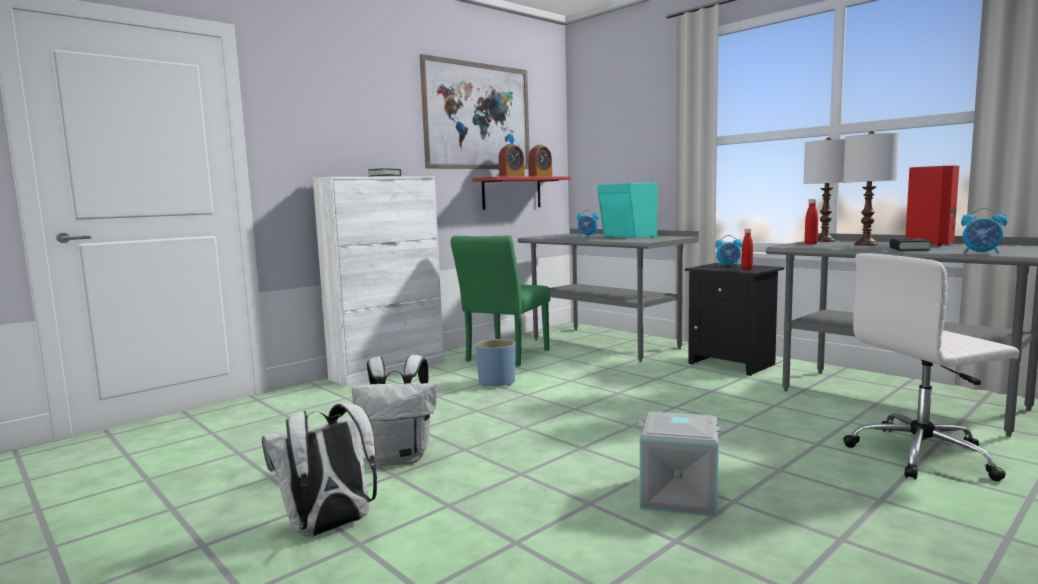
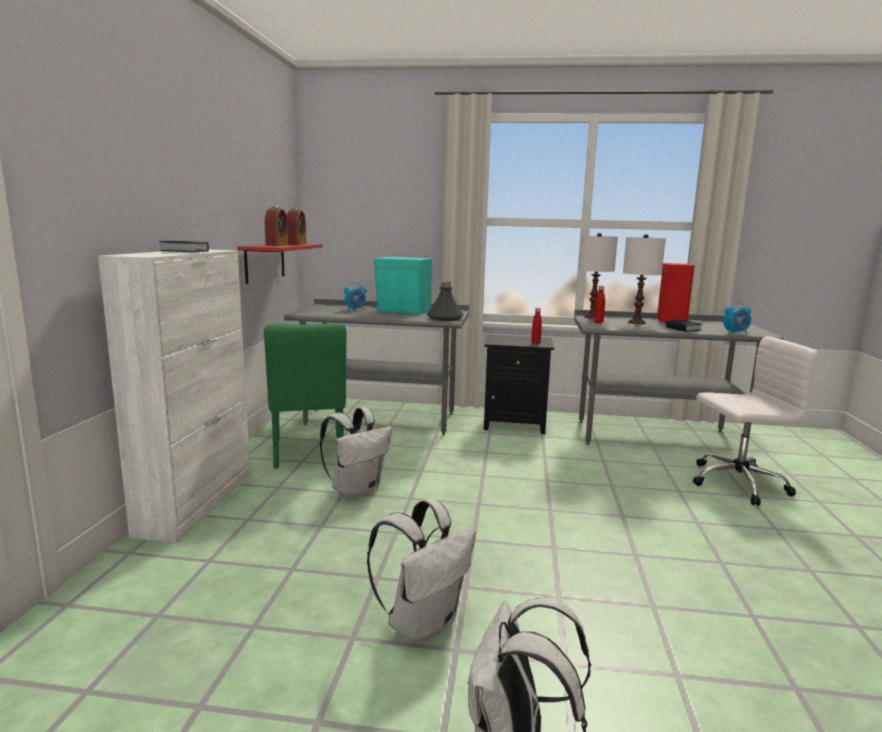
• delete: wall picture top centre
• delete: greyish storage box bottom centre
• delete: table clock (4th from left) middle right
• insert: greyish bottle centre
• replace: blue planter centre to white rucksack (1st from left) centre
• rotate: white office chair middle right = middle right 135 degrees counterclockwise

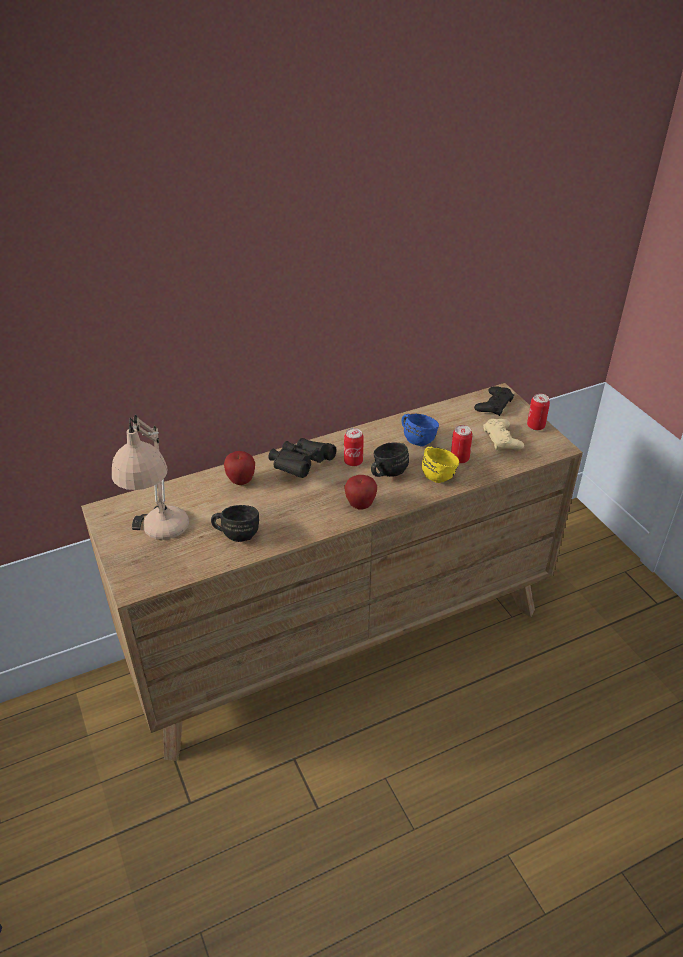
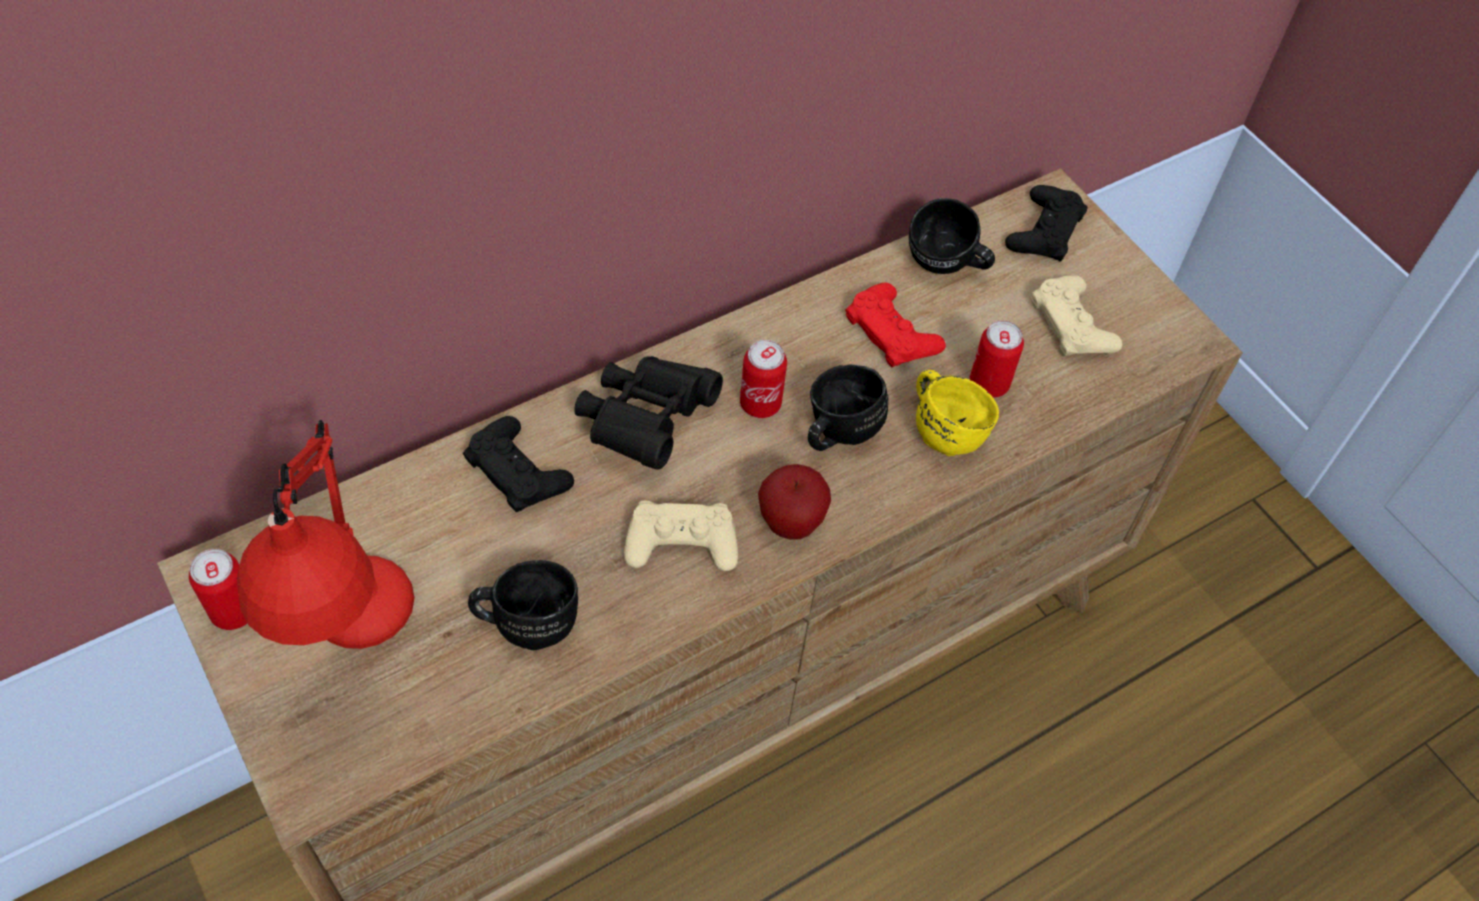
• insert: beige-coloured game controller (1st from left) centre
• insert: black-coloured coffee mug (3rd from left) top centre
• move: can (3rd from left in the first image) middle right to can (1st from left) middle left
• replace: whole apple (1st from left) centre to black-coloured game controller (1st from left) centre
• replace: blue coffee mug centre to reddish game controller centre
• recolor: beige-coloured tabletop lamp middle left to reddish tabletop lamp middle left

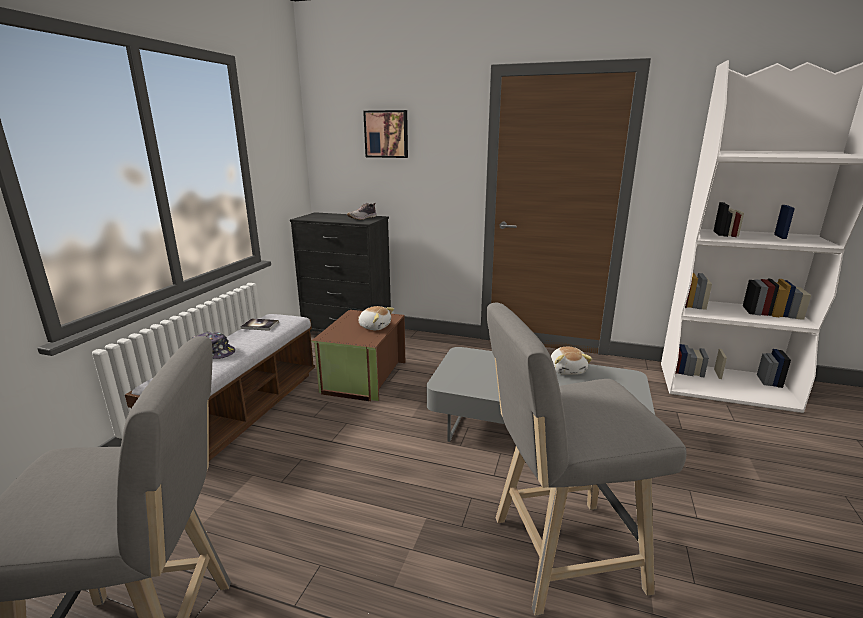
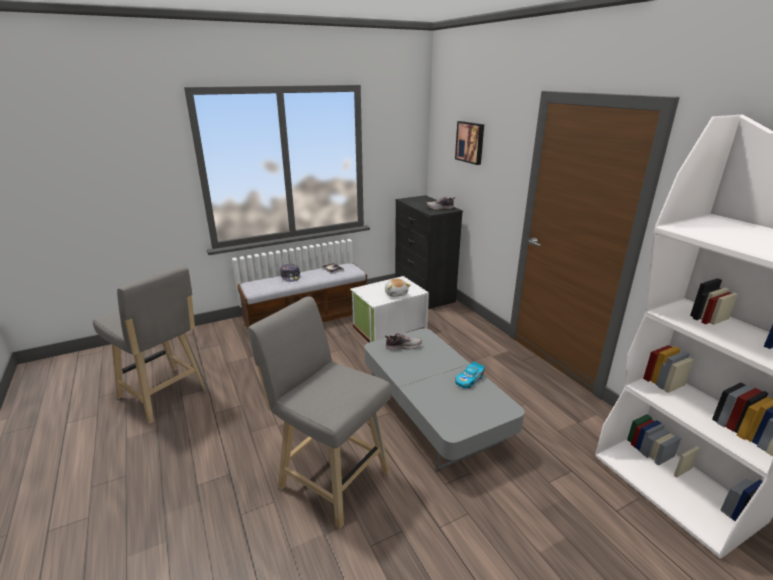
• insert: item of footwear (1st from left) centre
• replace: cuddly toy (2nd from left) centre to miniature car centre
• recolor: brownish storage box centre to white storage box centre

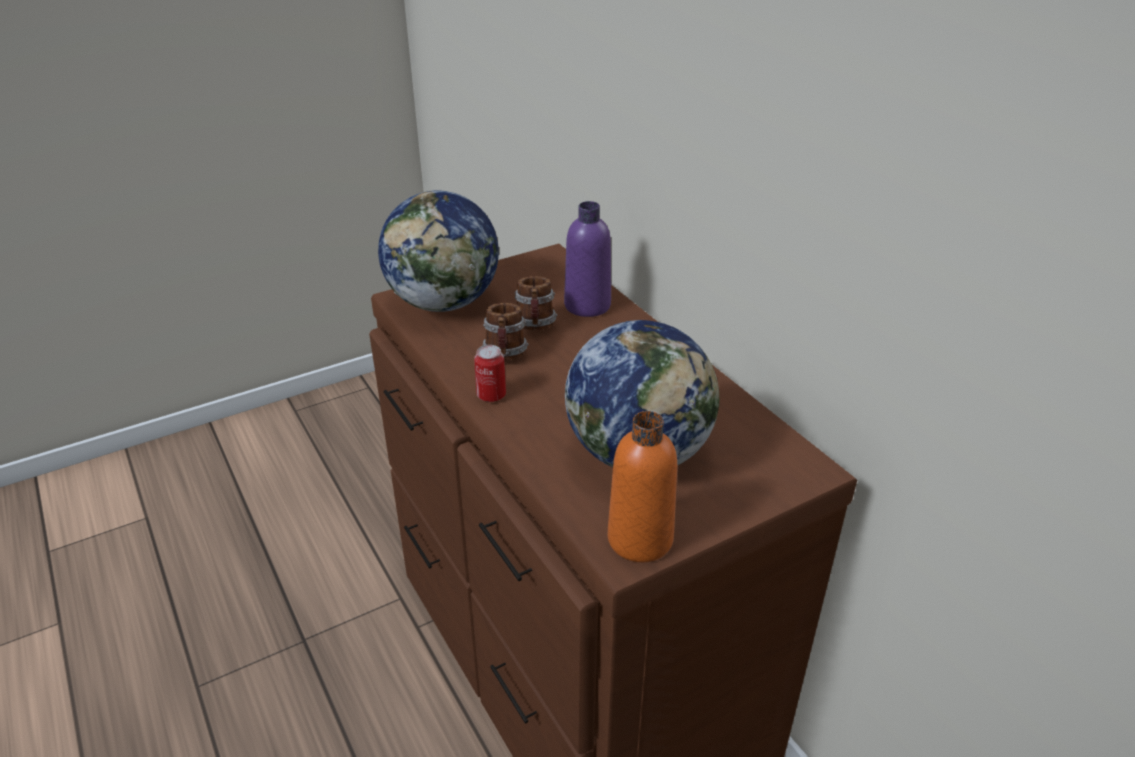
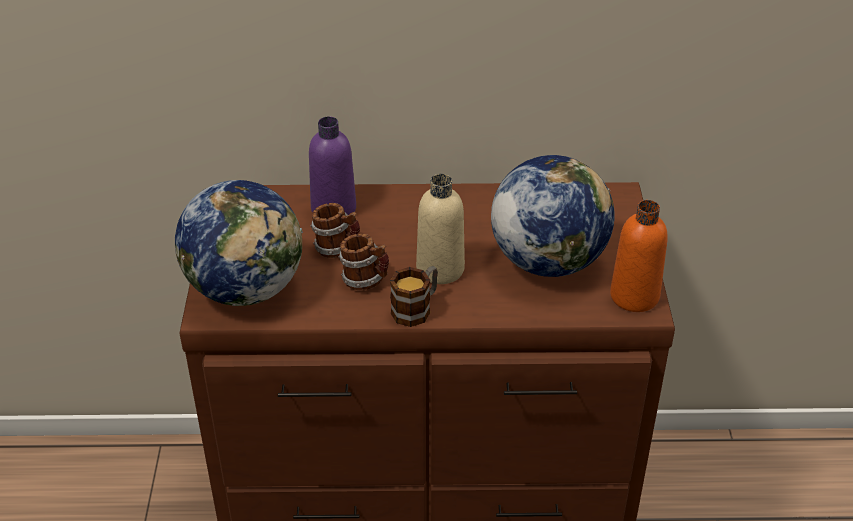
• insert: beige-coloured bottle centre
• replace: can centre to coffee mug (3rd from left) centre

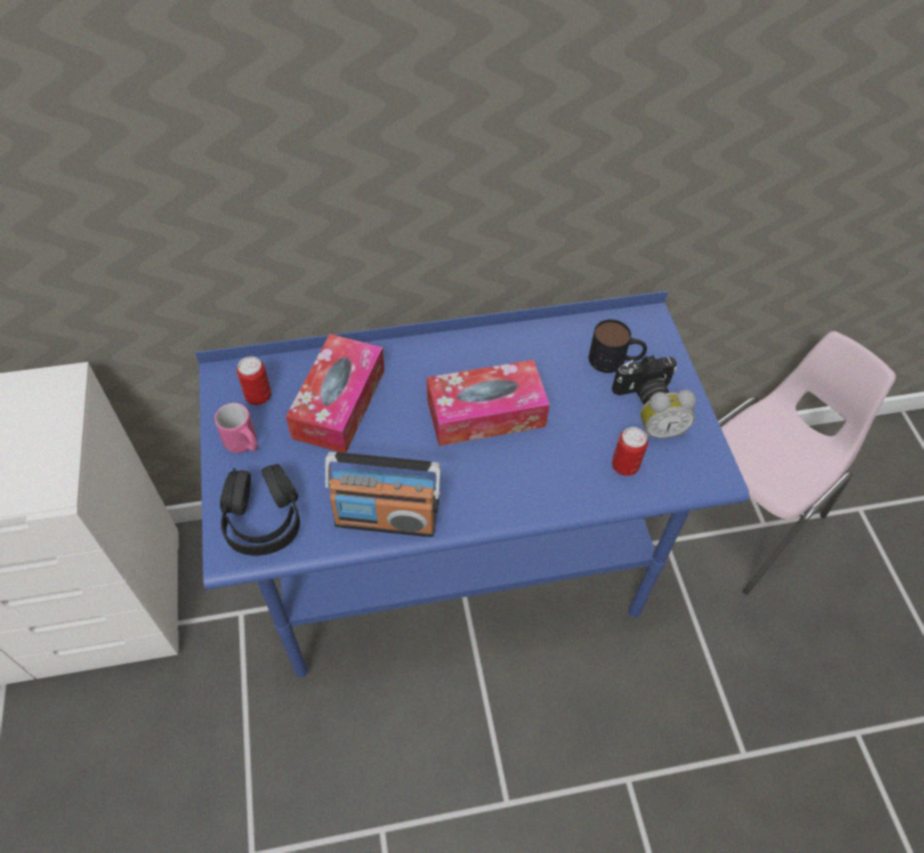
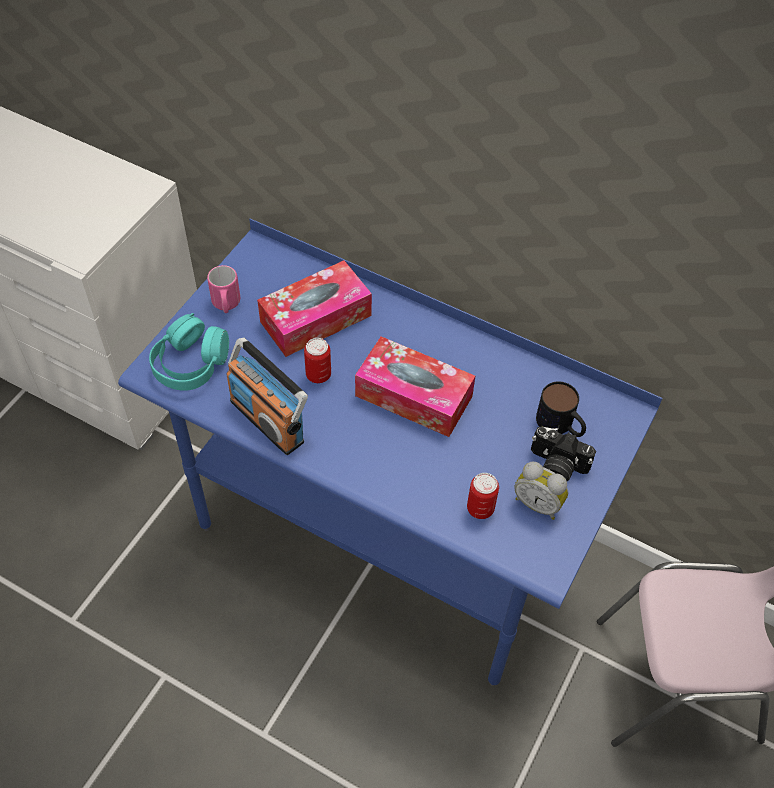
• move: can (1st from left) middle left to centre
• recolor: black-coloured pair of headphones middle left to blue-green pair of headphones middle left

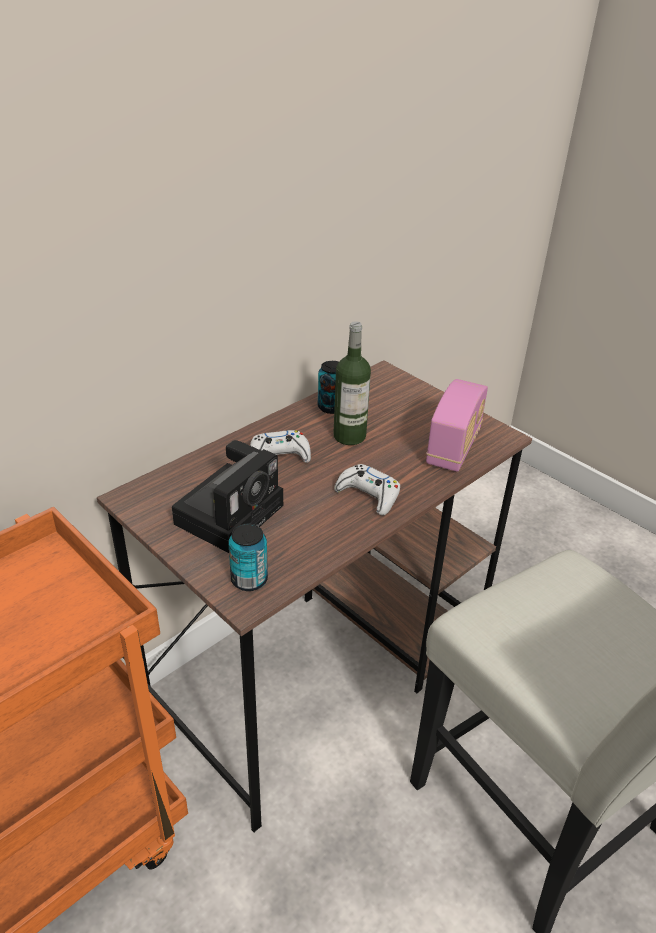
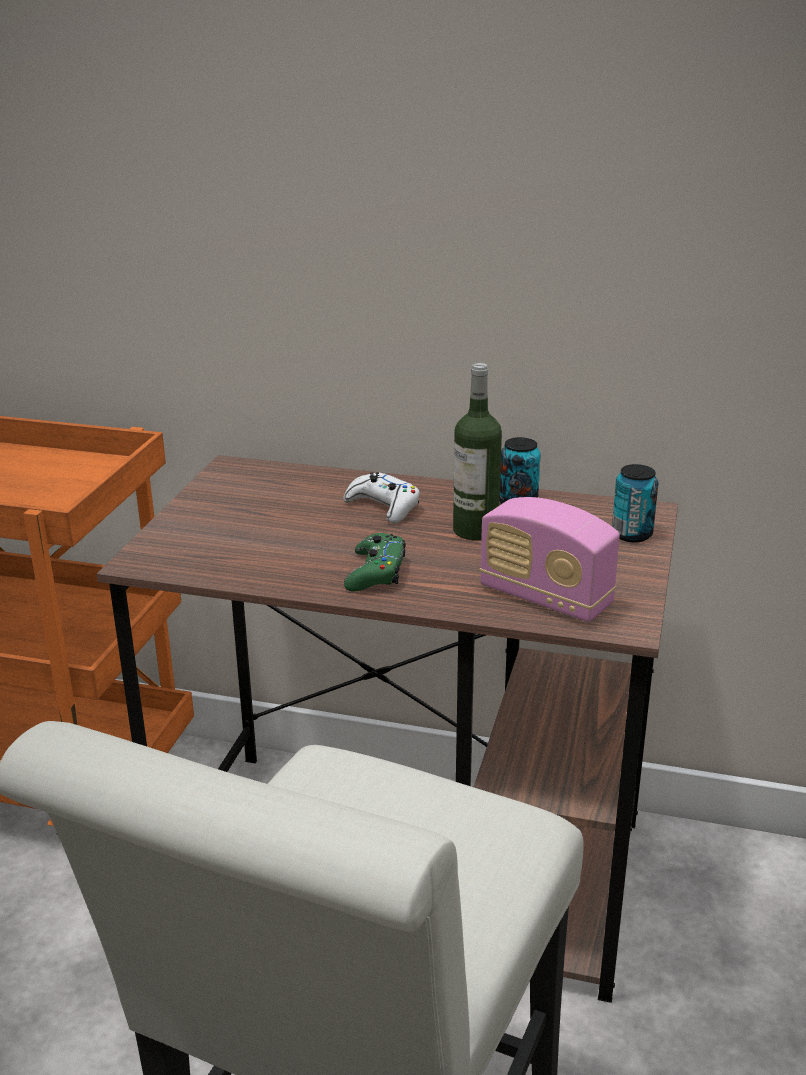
• delete: photo camera centre
• move: can (1st from left in the first image) centre to can (2nd from left) middle right
• recolor: white game controller (2nd from left) centre to green-coloured game controller centre
• rotate: radio middle right = middle right 45 degrees clockwise

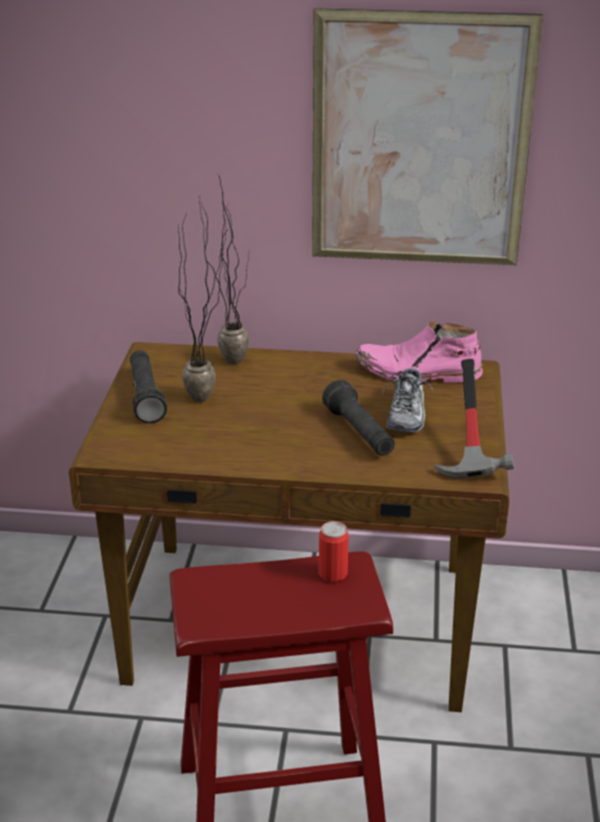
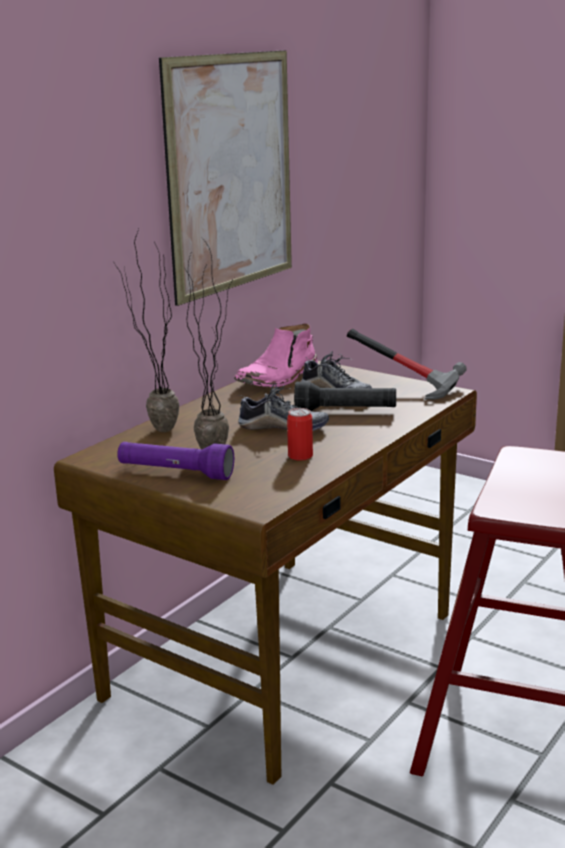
• insert: item of footwear (1st from left) centre
• move: can bottom centre to centre
• recolor: black-coloured flashlight (1st from left) middle left to purple-coloured flashlight middle left

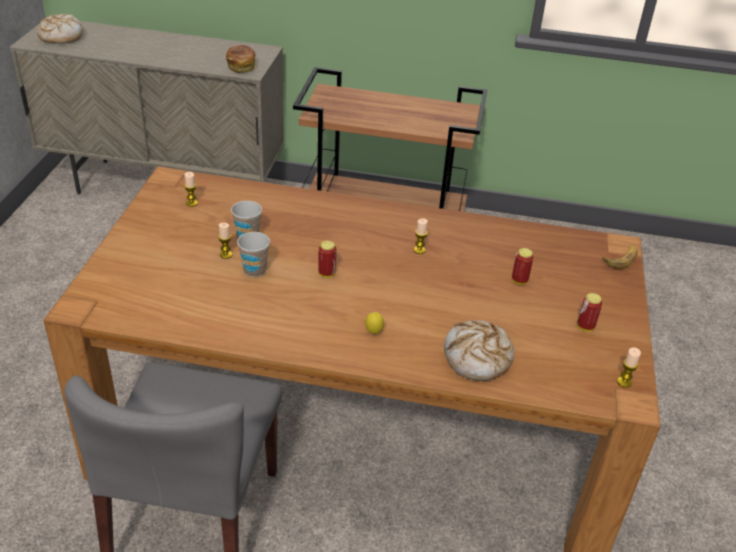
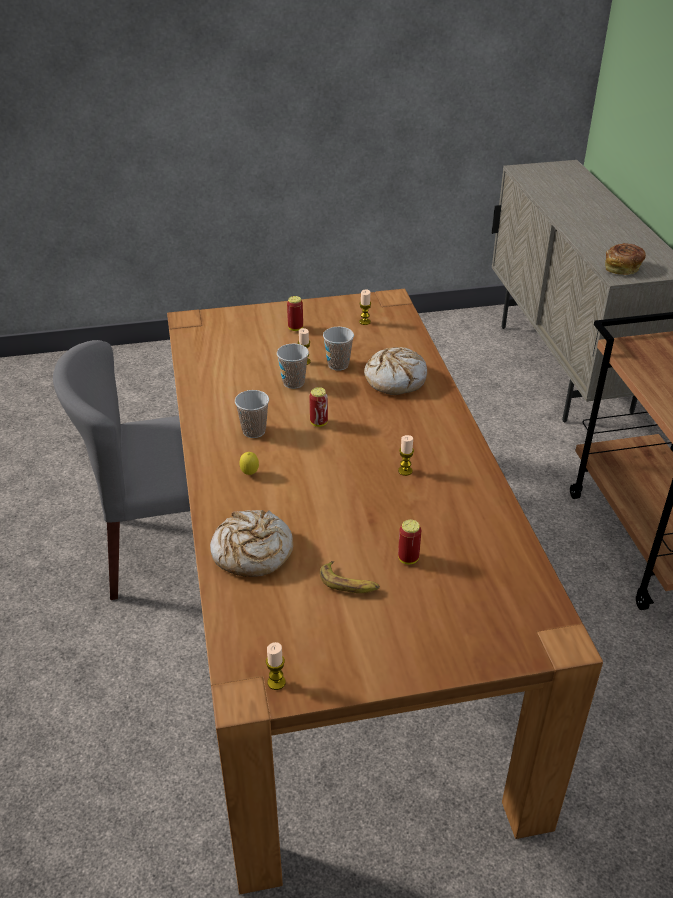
• insert: cup (1st from left) centre
• move: bakery bread (1st from left in the first image) top left to bakery bread (2nd from left) centre
• move: can (3rd from left in the first image) middle right to can (1st from left) centre
• move: whole banana middle right to centre

